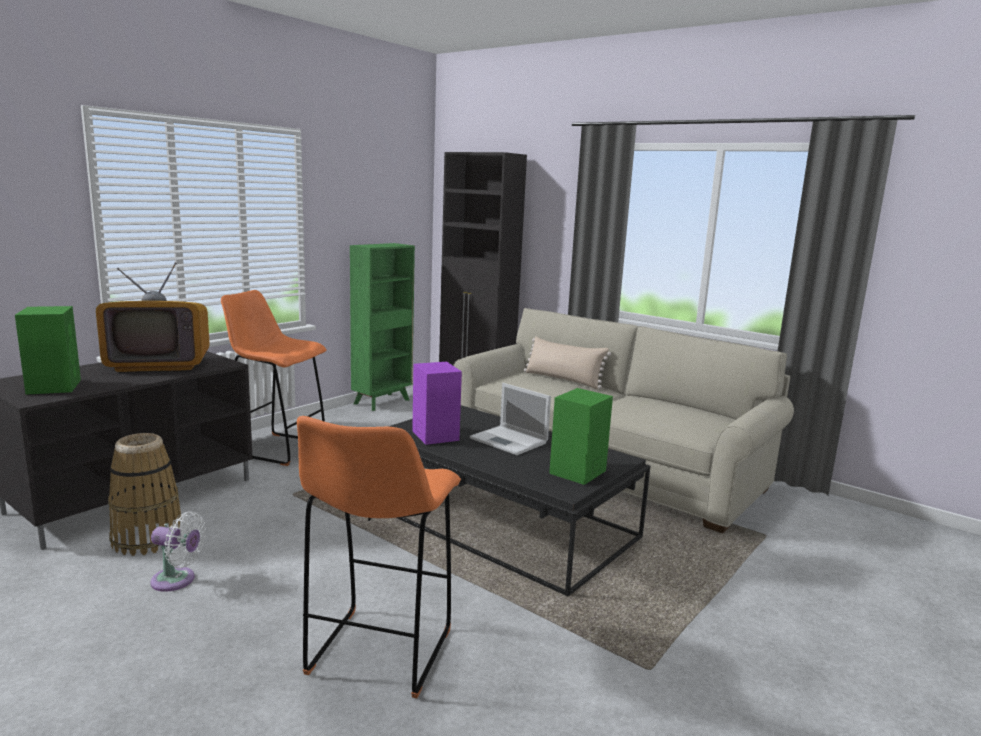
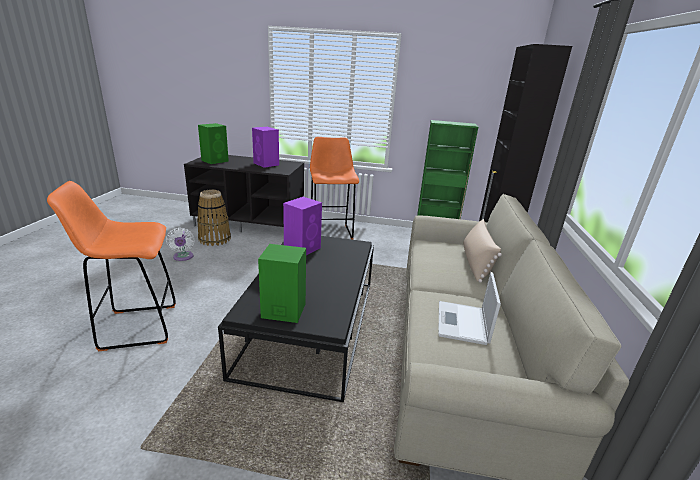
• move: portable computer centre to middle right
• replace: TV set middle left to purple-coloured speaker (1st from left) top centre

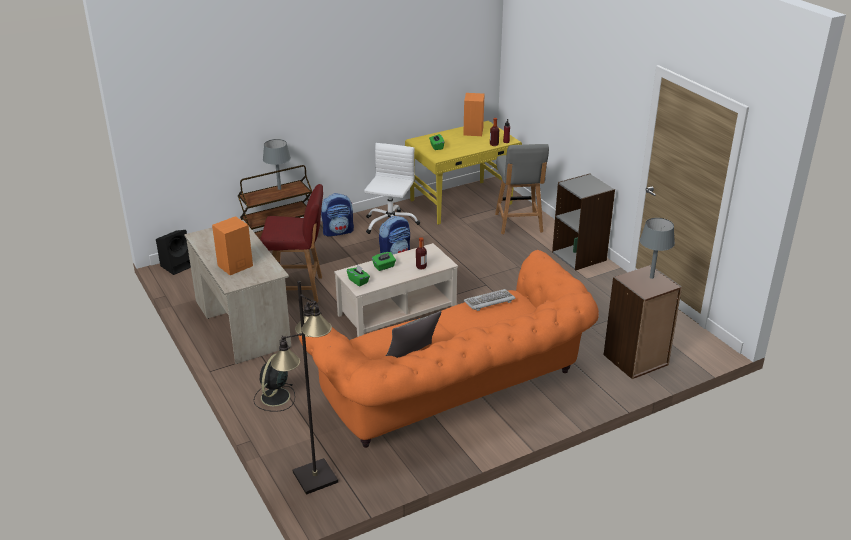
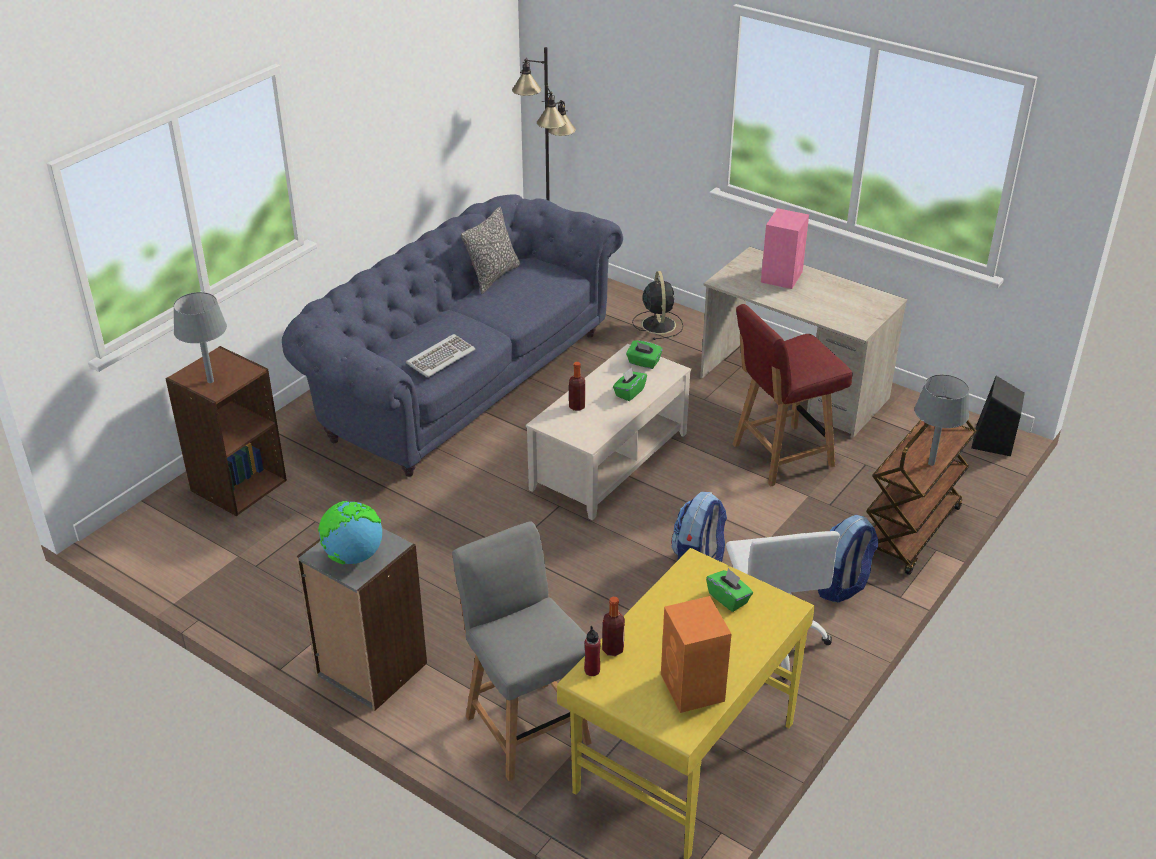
• insert: desk globe middle left
• recolor: orange speaker (1st from left) middle left to pinkish speaker top right
• recolor: orange settee centre to blue settee centre

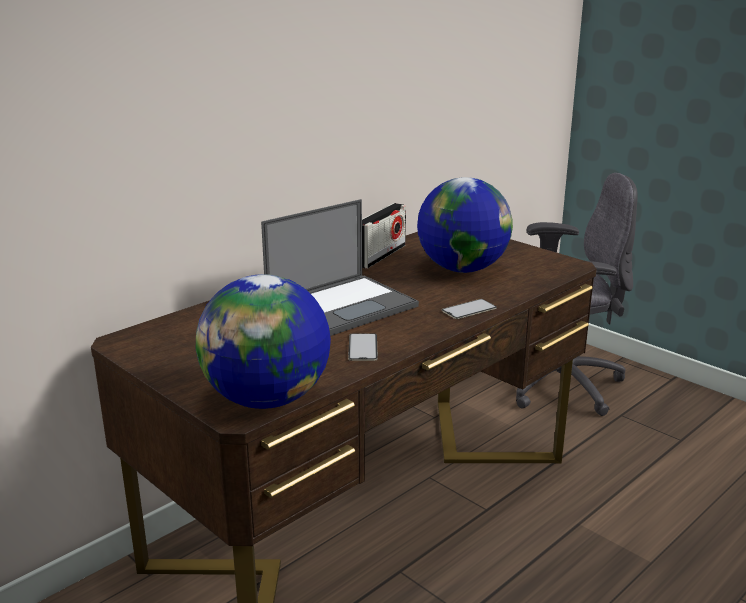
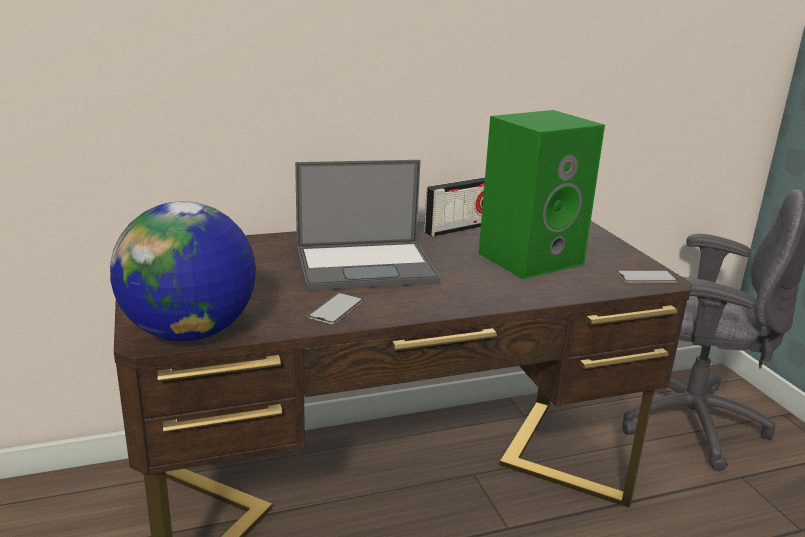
• move: handset (2nd from left) centre to middle right
• replace: desk globe (2nd from left) centre to green-coloured speaker middle right

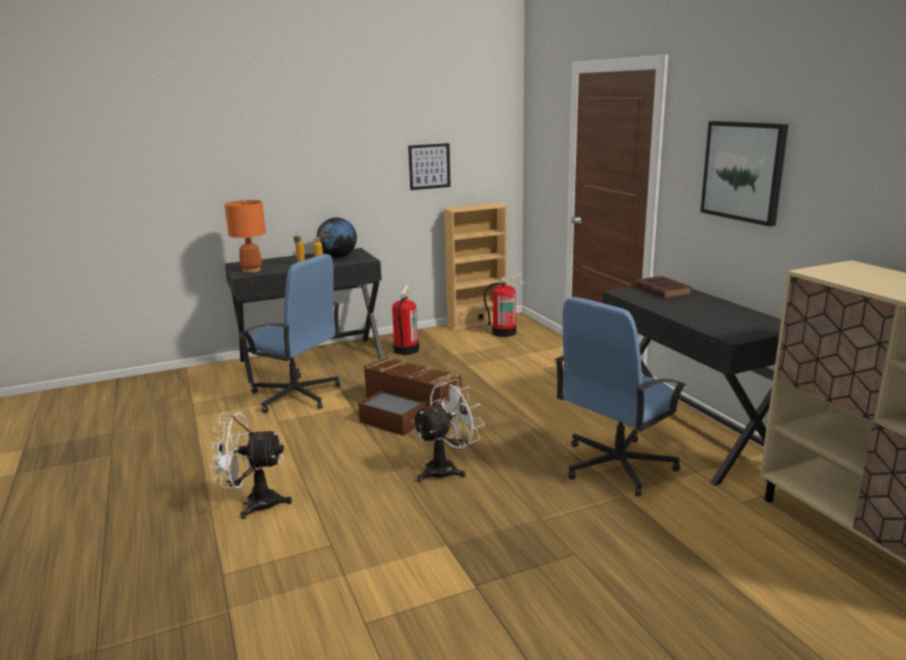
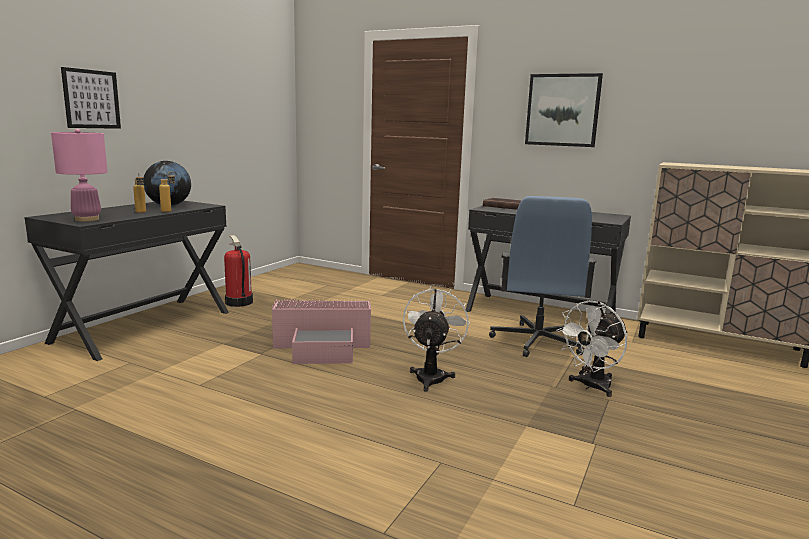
• delete: blue office chair (1st from left) middle left
• delete: beige-coloured shelving unit centre
• delete: fire-fighting cylinder (2nd from left) centre
• move: white fan (1st from left in the first image) bottom left to white fan (2nd from left) middle right
• move: wall picture (1st from left) top centre to top left
• recolor: orange tabletop lamp middle left to pinkish tabletop lamp top left
• recolor: brownish storage box centre to pinkish storage box centre

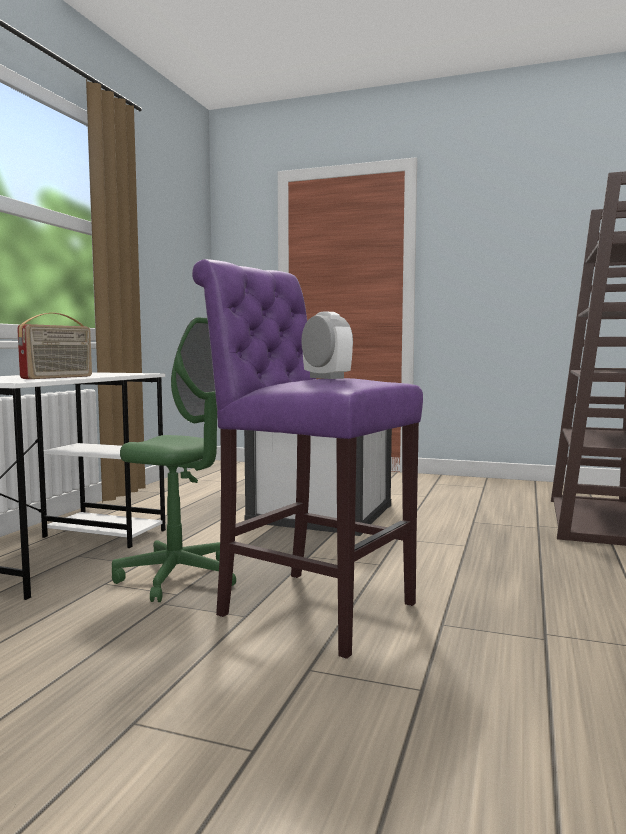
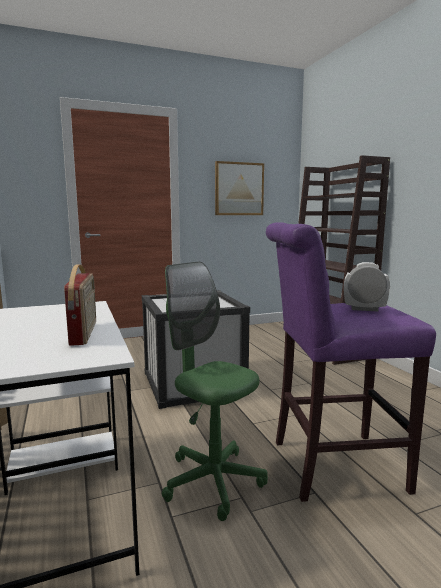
• insert: wall picture top centre
• rotate: green-coloured office chair middle left = centre 120 degrees counterclockwise

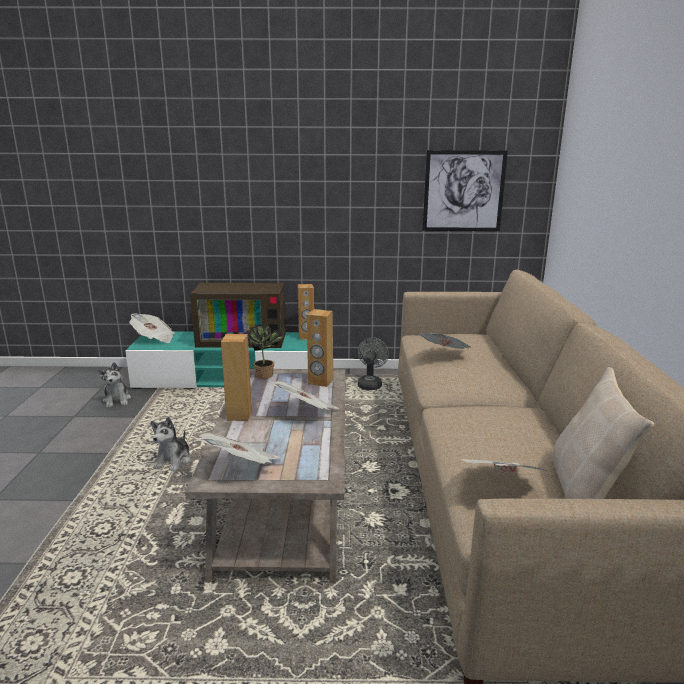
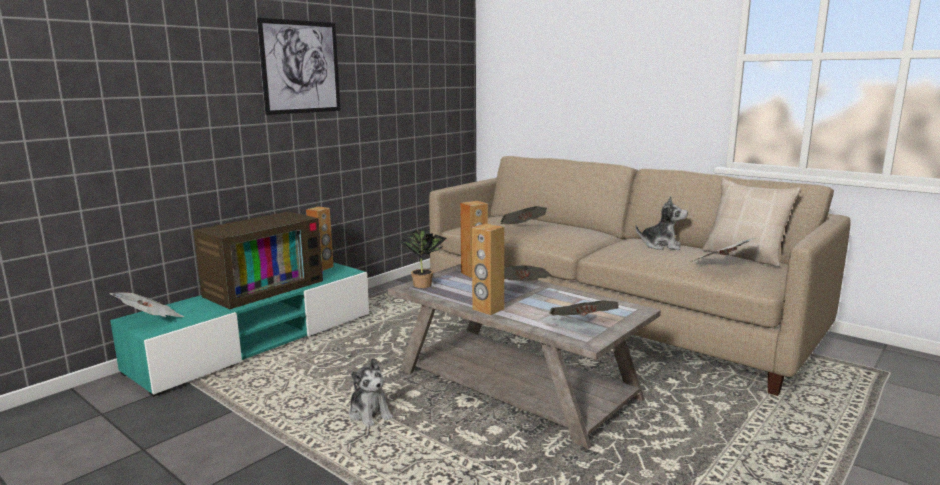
• delete: greyish fan centre
• move: cuddly toy (1st from left in the first image) middle left to cuddly toy (2nd from left) middle right
• move: wall picture top right to top left

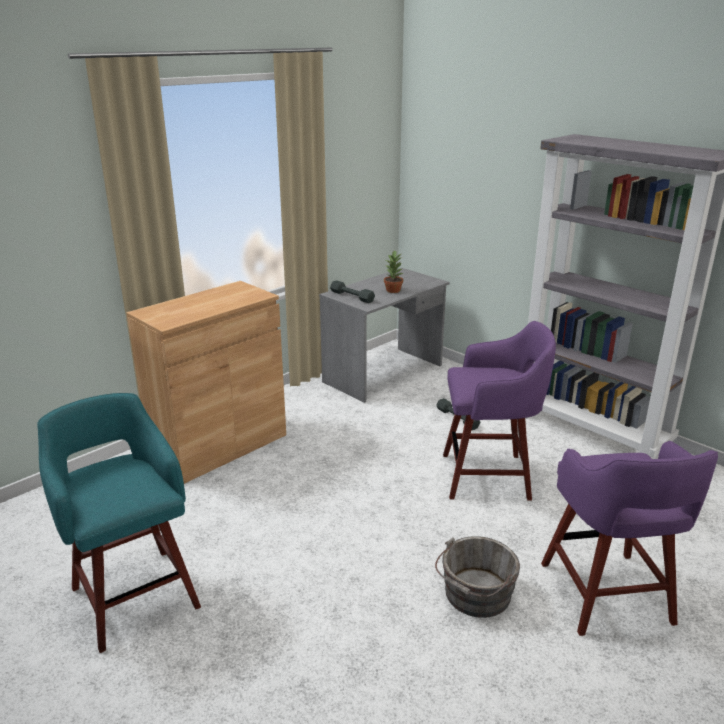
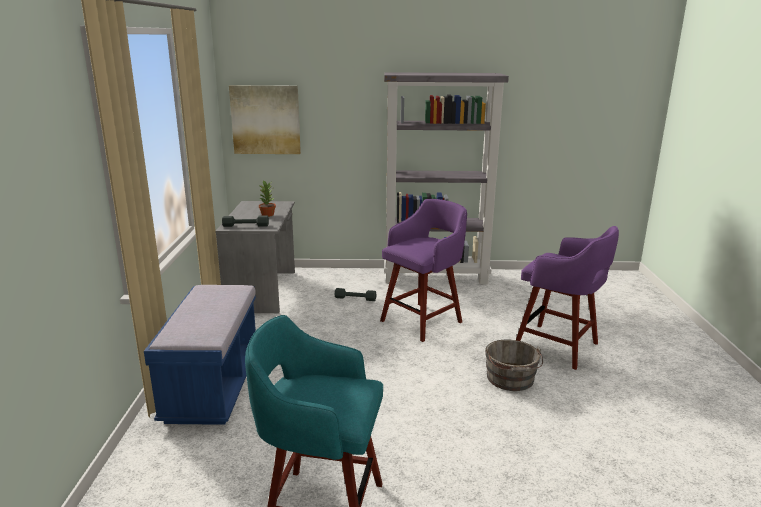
• insert: wall picture top centre
• replace: brownish cupboard middle left to blue bench bottom left

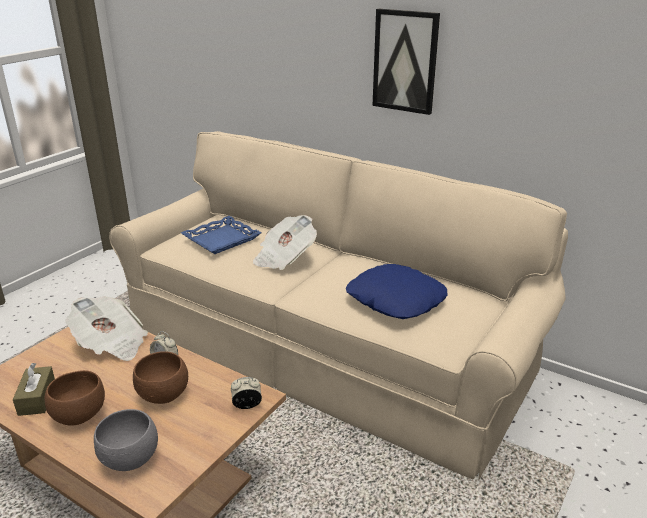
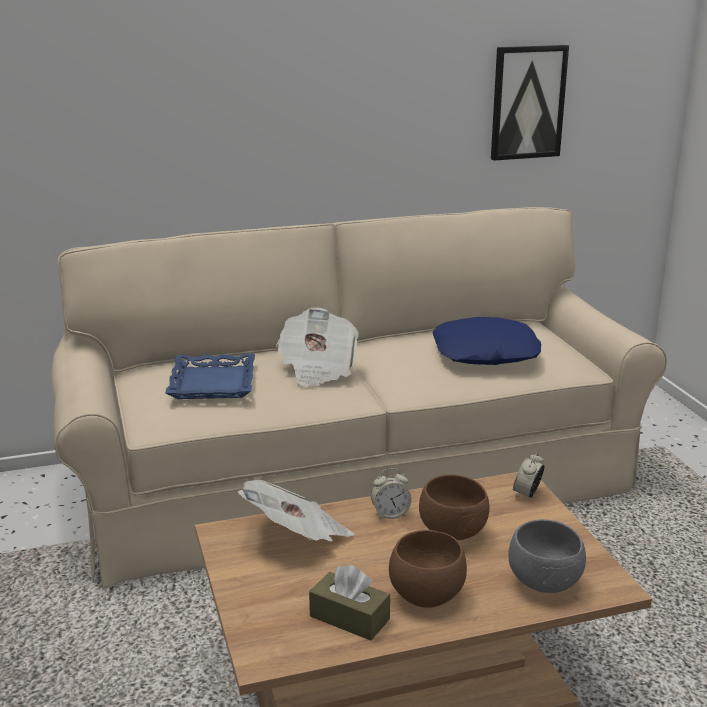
• move: wall picture top centre to top right

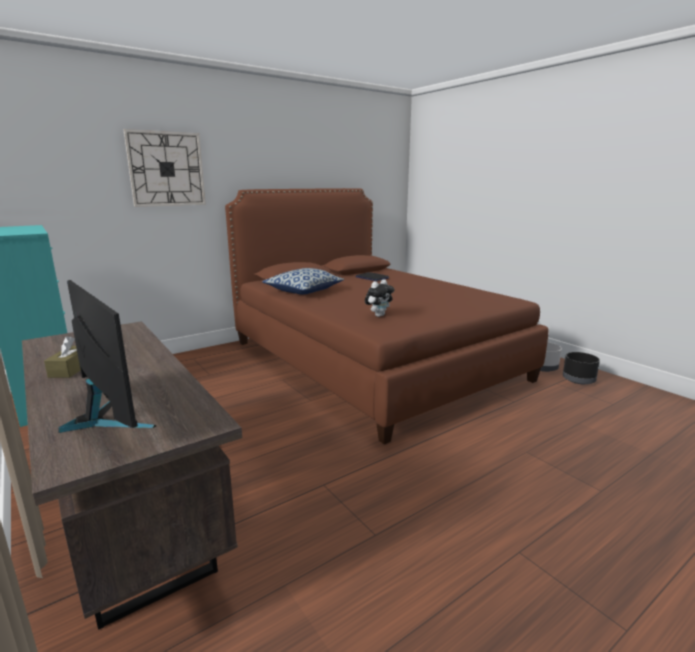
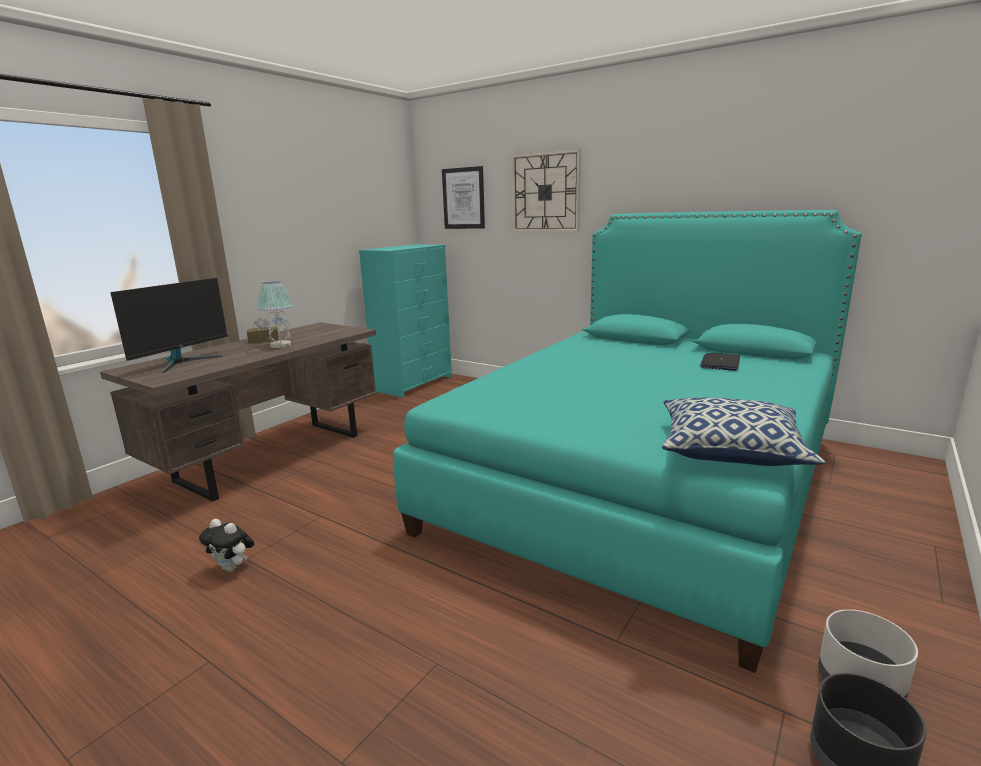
• insert: tabletop lamp middle left
• insert: wall picture top centre
• move: throw pillow centre to middle right
• move: cuddly toy centre to bottom left
• recolor: brownish bedroom bed centre to blue-green bedroom bed centre

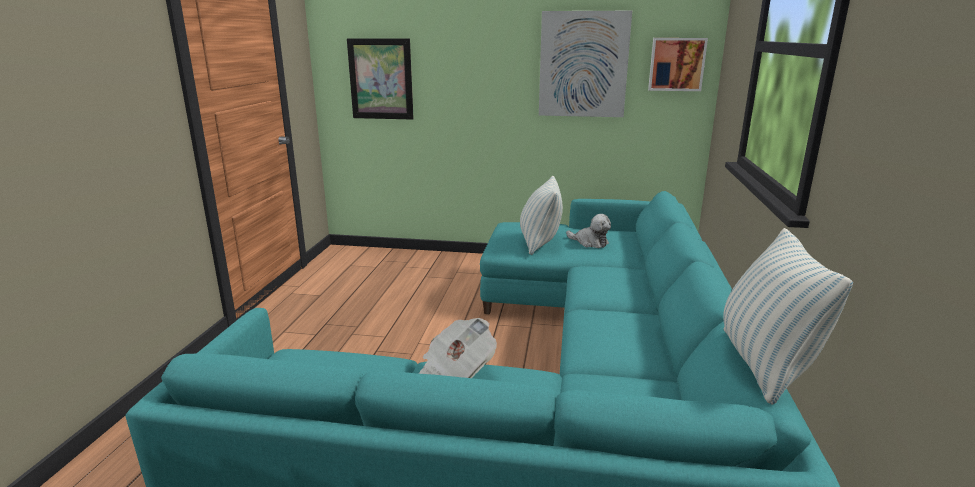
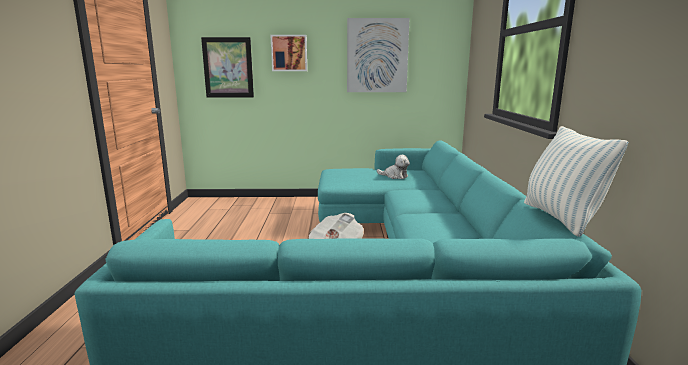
• delete: throw pillow (1st from left) centre
• move: wall picture (3rd from left in the first image) top right to wall picture (2nd from left) top centre

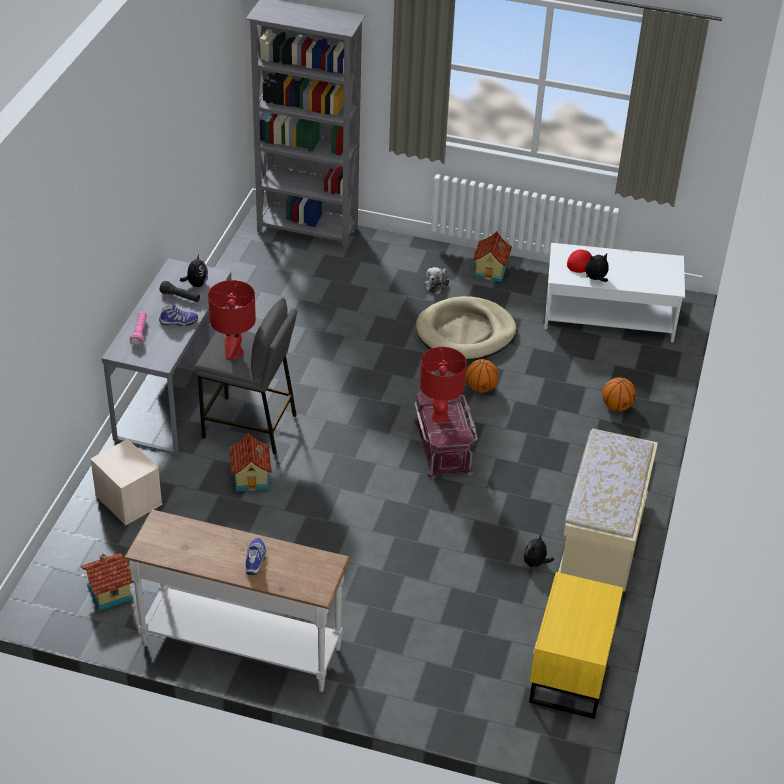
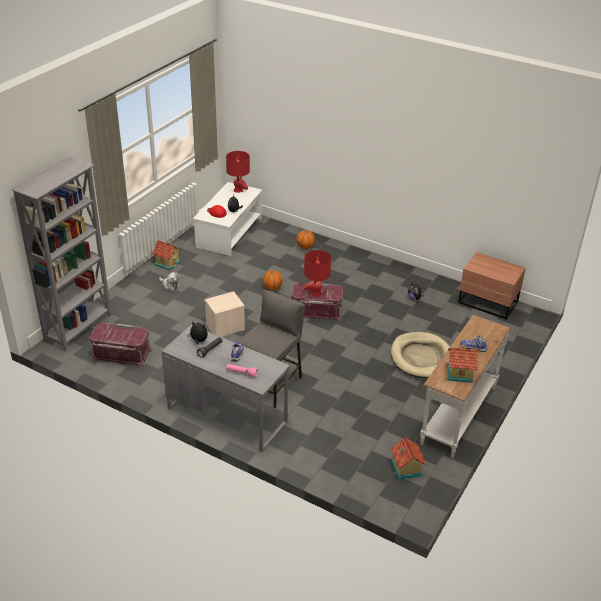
• delete: beige-coloured bench middle right
• insert: reddish storage box (1st from left) middle left
• move: beige-coloured storage box middle left to centre
• move: reddish tabletop lamp (1st from left) middle left to top centre
• move: miniature house (2nd from left in the first image) middle left to miniature house (3rd from left) middle right
• move: beige-coloured dog bed centre to middle right
• recolor: yellow-coloured night table bottom right to brownish night table middle right

